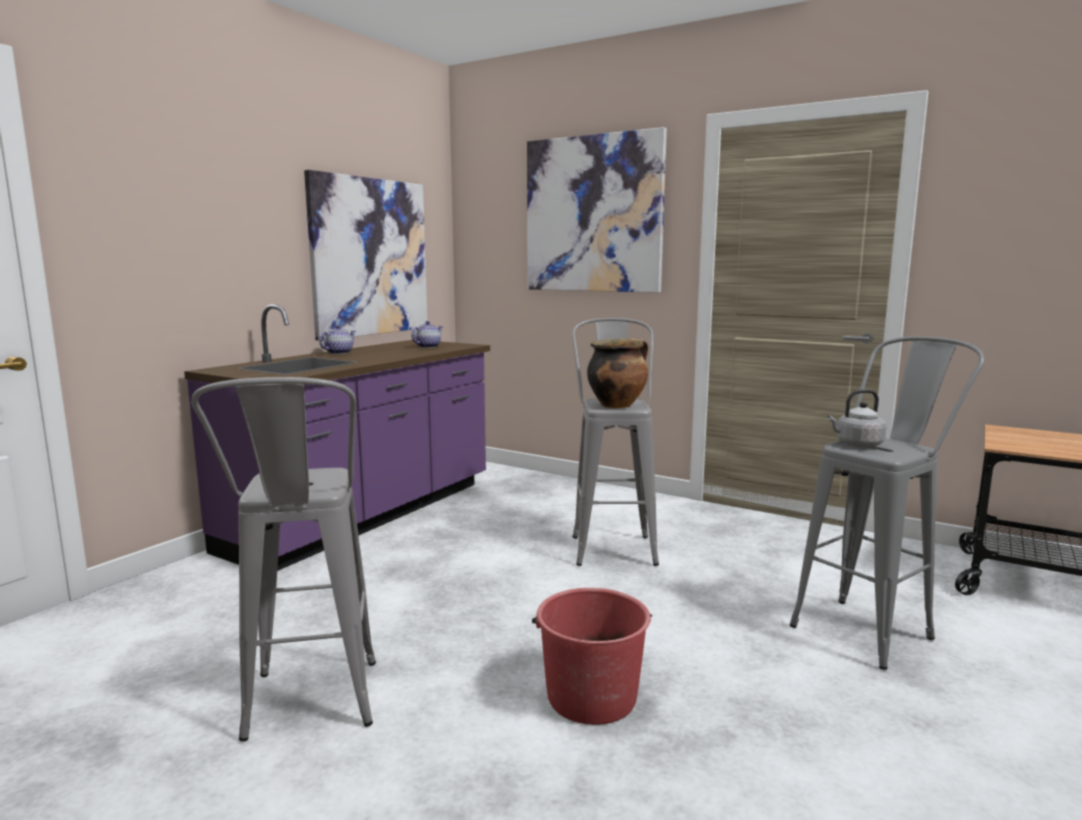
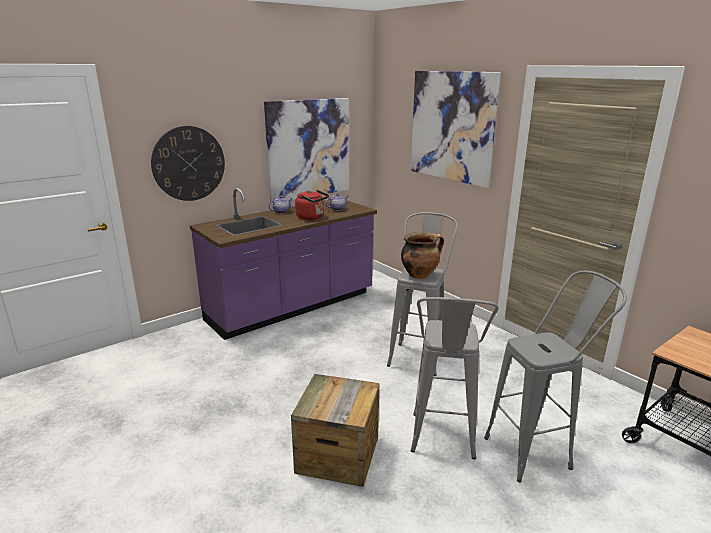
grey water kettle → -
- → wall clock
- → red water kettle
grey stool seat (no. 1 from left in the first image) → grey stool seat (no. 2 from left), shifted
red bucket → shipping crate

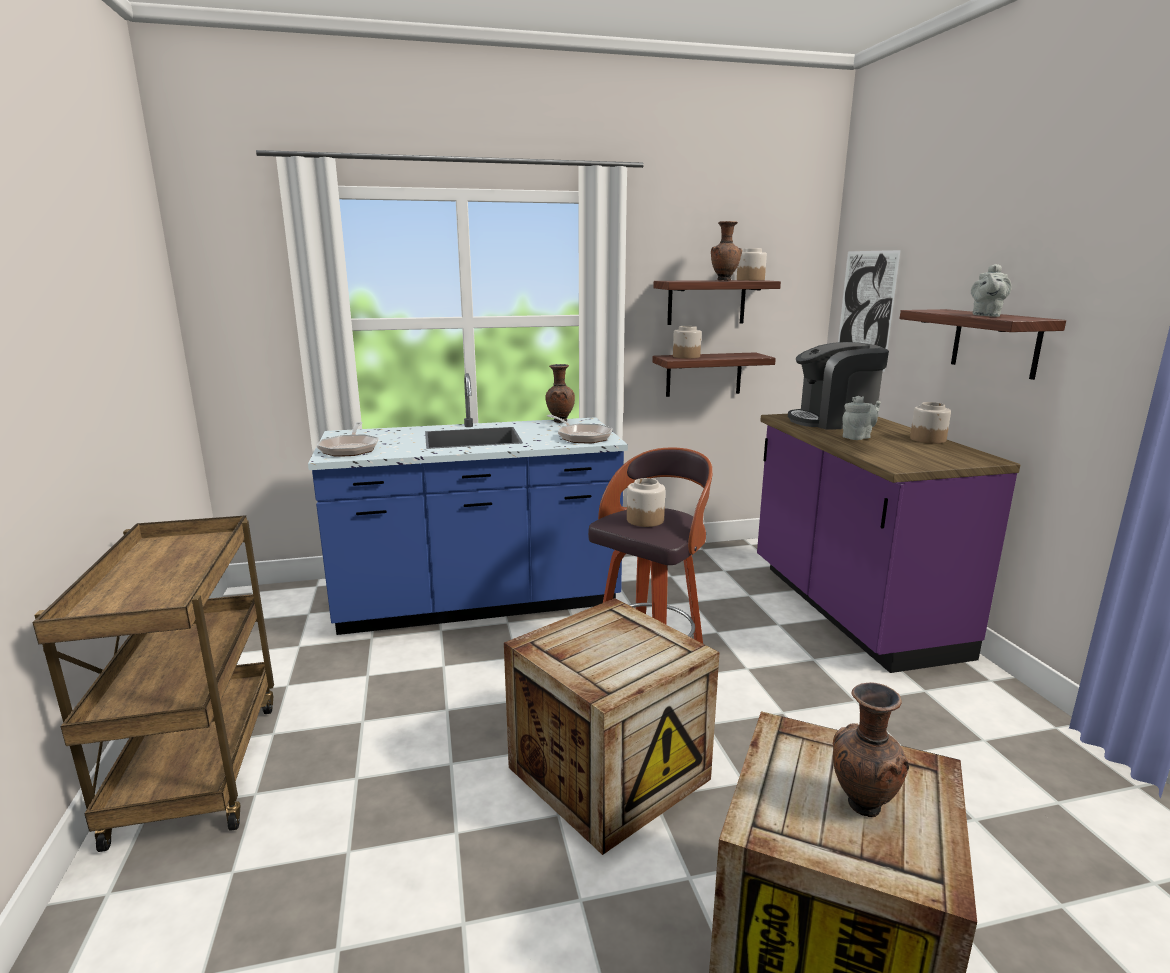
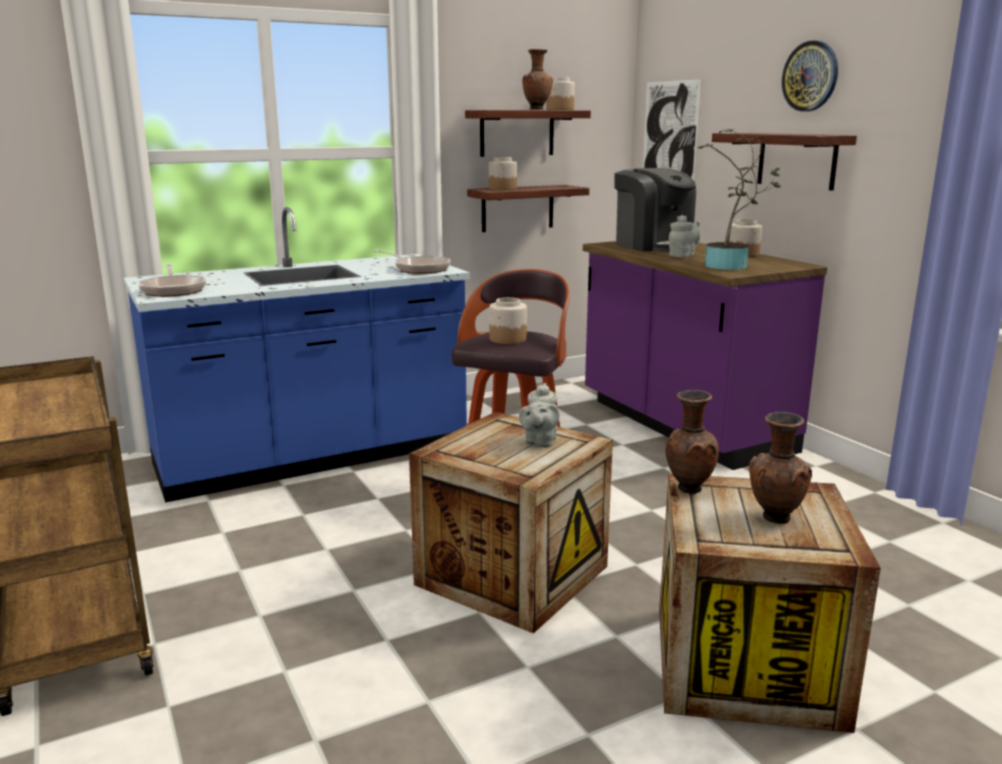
- → plant in a pot
- → wall clock
brown-coloured vase (no. 1 from left in the first image) → brown-coloured vase (no. 2 from left), shifted
grey teapot (no. 2 from left in the first image) → grey teapot (no. 1 from left), shifted
coffee machine, 105 degrees counterclockwise

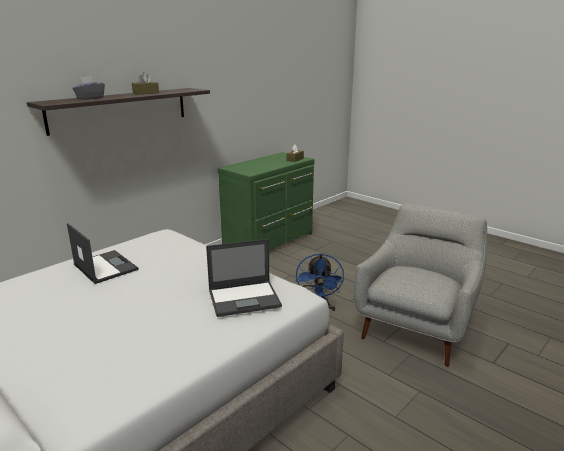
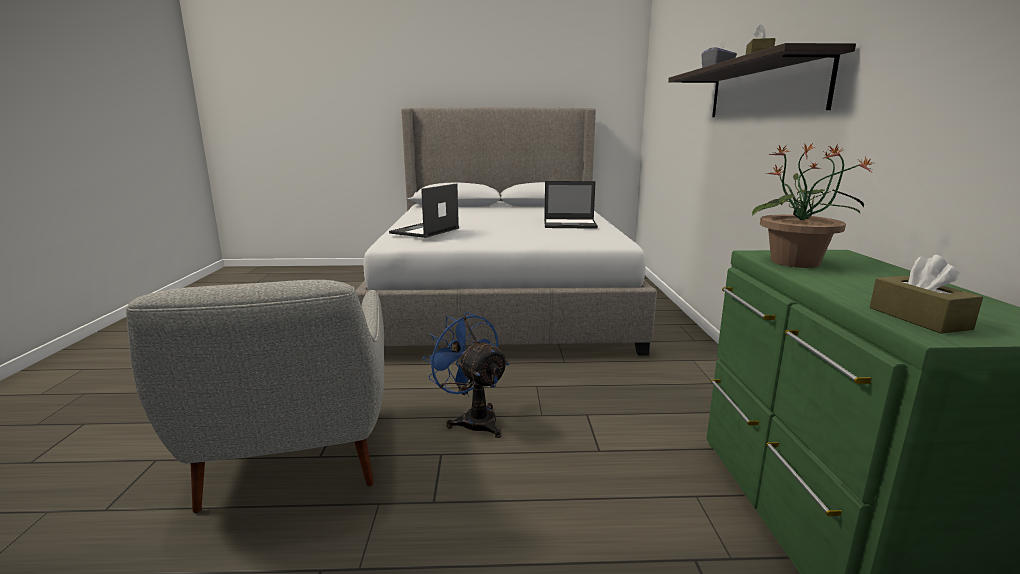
- → plant in a pot

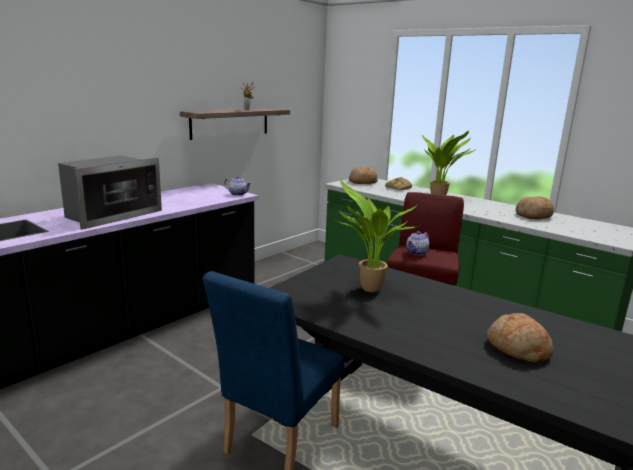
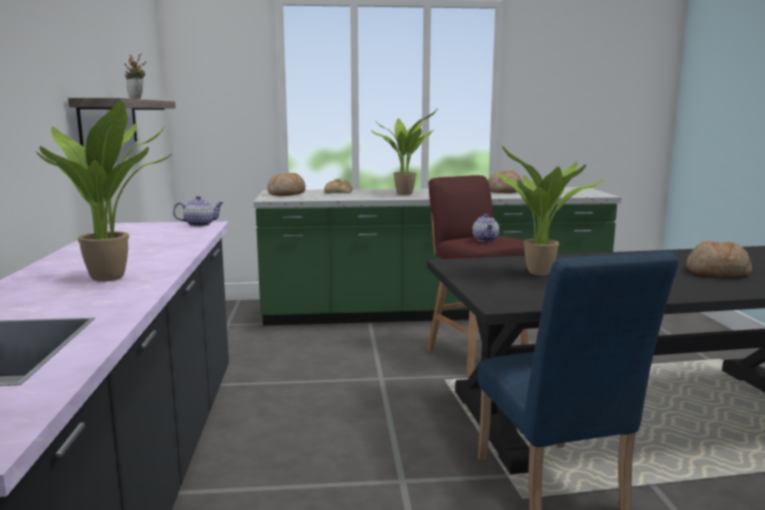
microwave → plant in a pot (no. 1 from left)

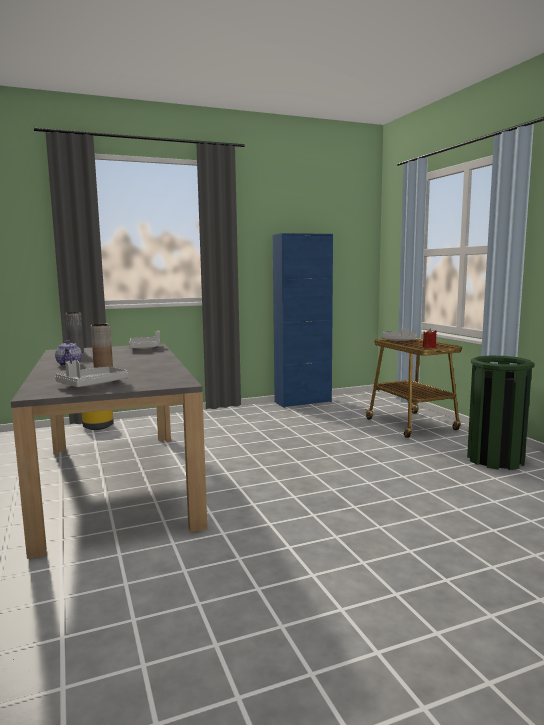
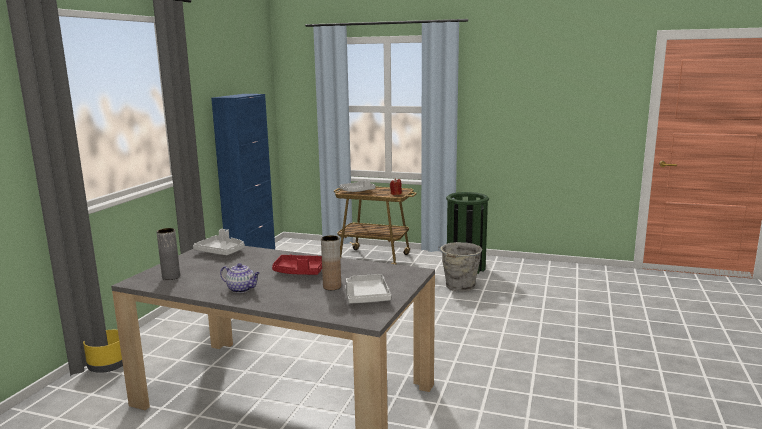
- → red tray
- → grey bucket

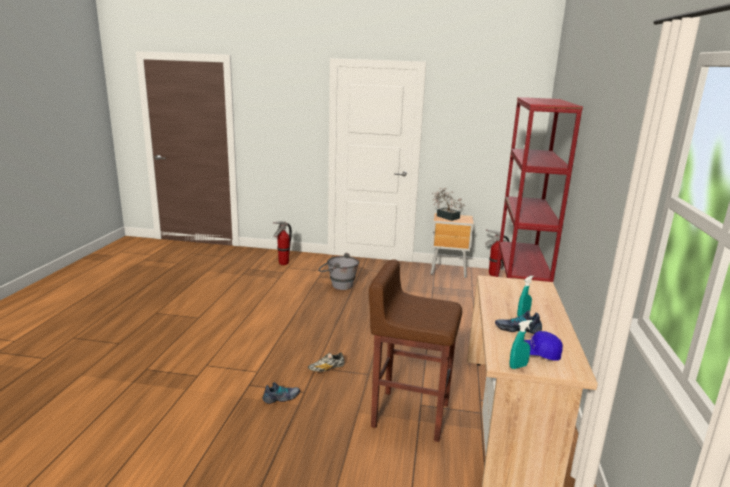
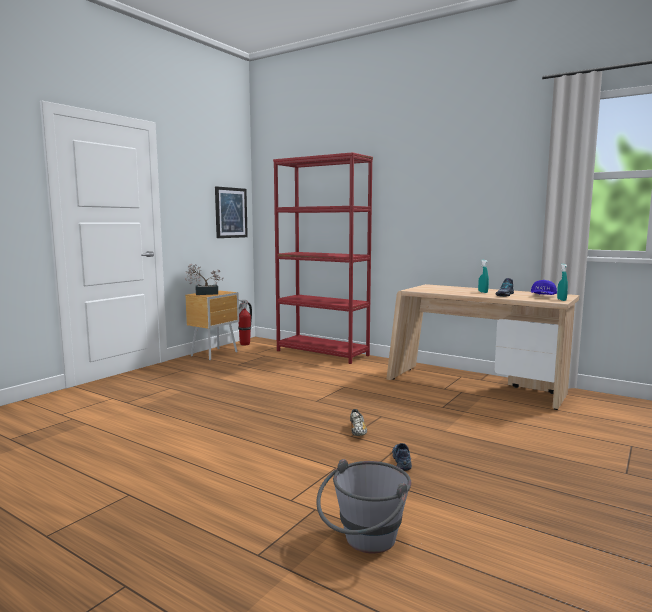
fire-fighting cylinder (no. 1 from left) → -
brown-coloured stool seat → -
- → wall art
grey bucket, shifted

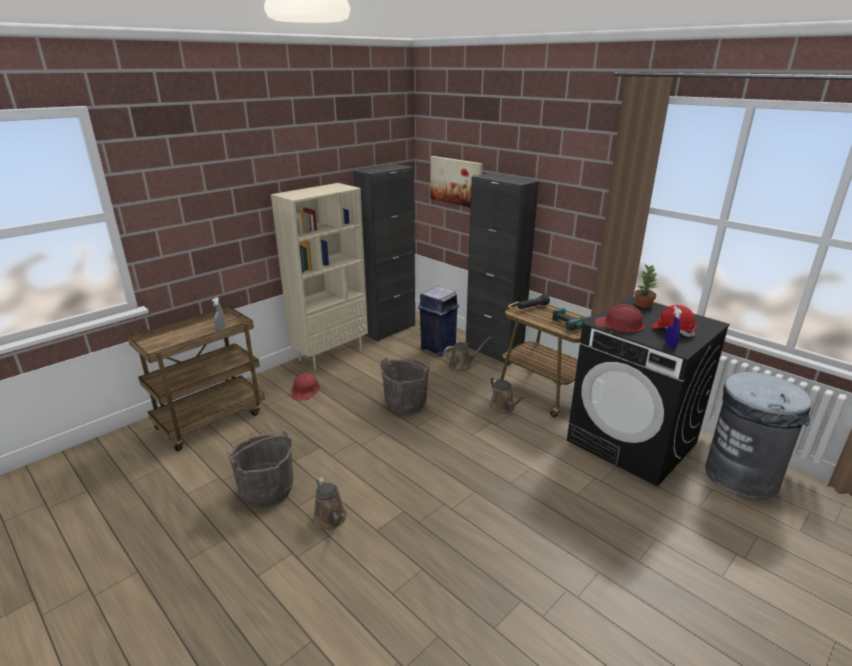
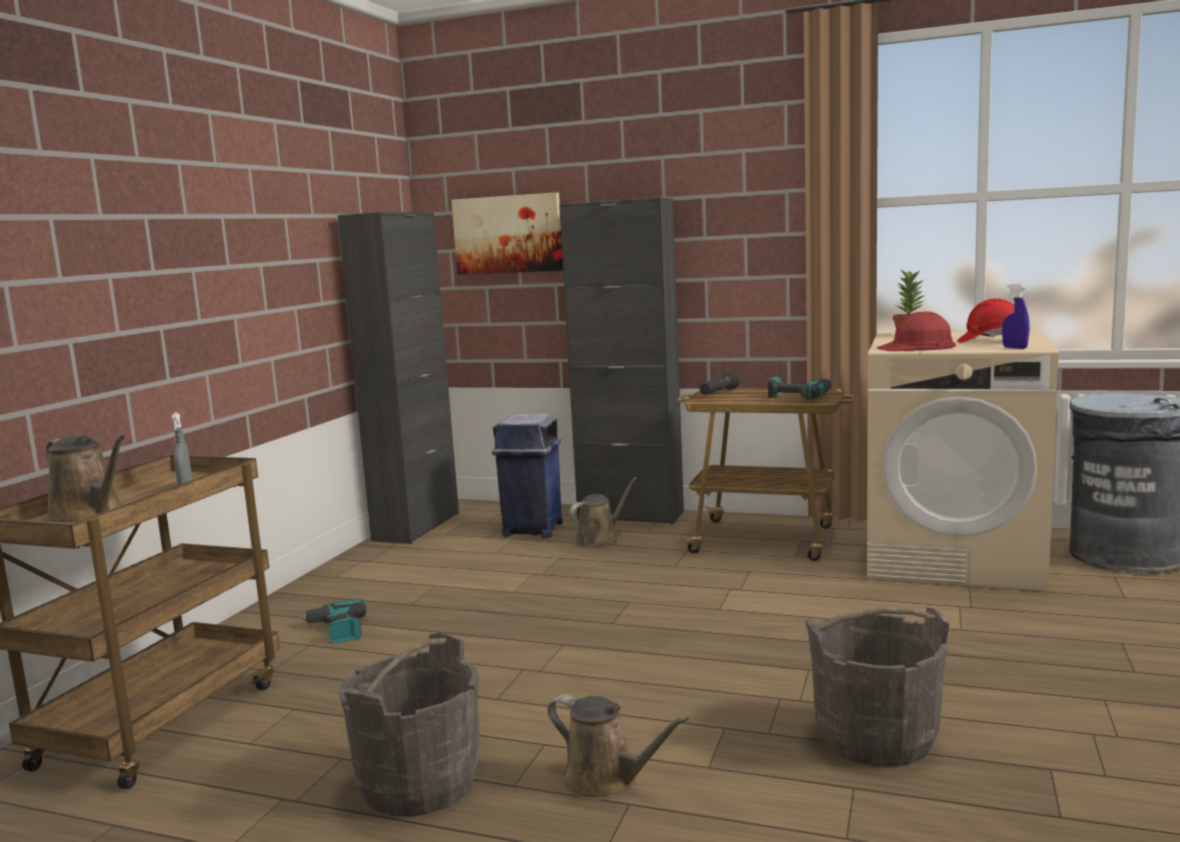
beige-coloured bookcase → -
grey bucket (no. 2 from left), shifted
brown-coloured watering can (no. 3 from left in the first image) → brown-coloured watering can (no. 1 from left), shifted
red work helmet (no. 1 from left) → power drill (no. 1 from left)
black-coloured washing machine → beige-coloured washing machine

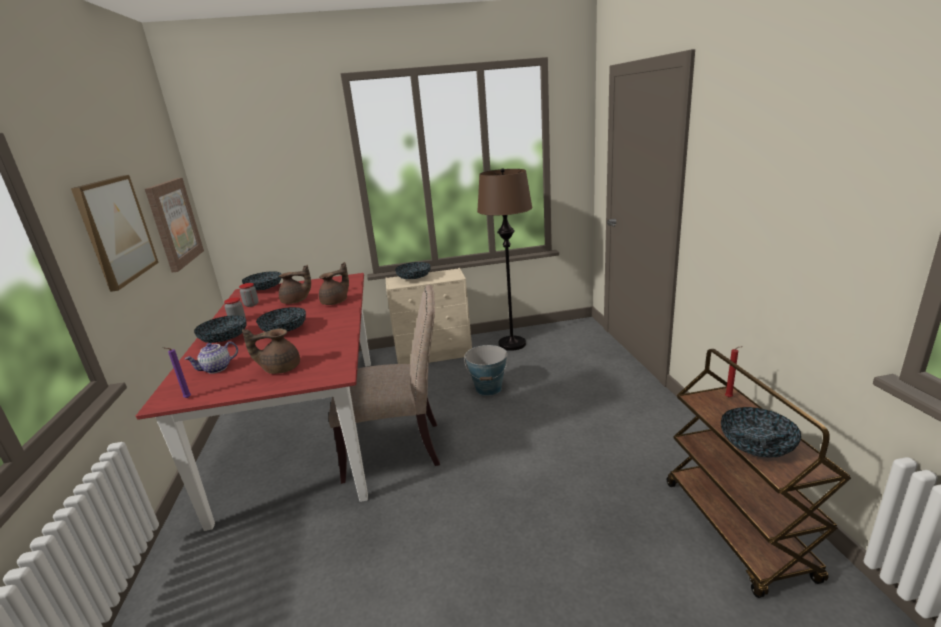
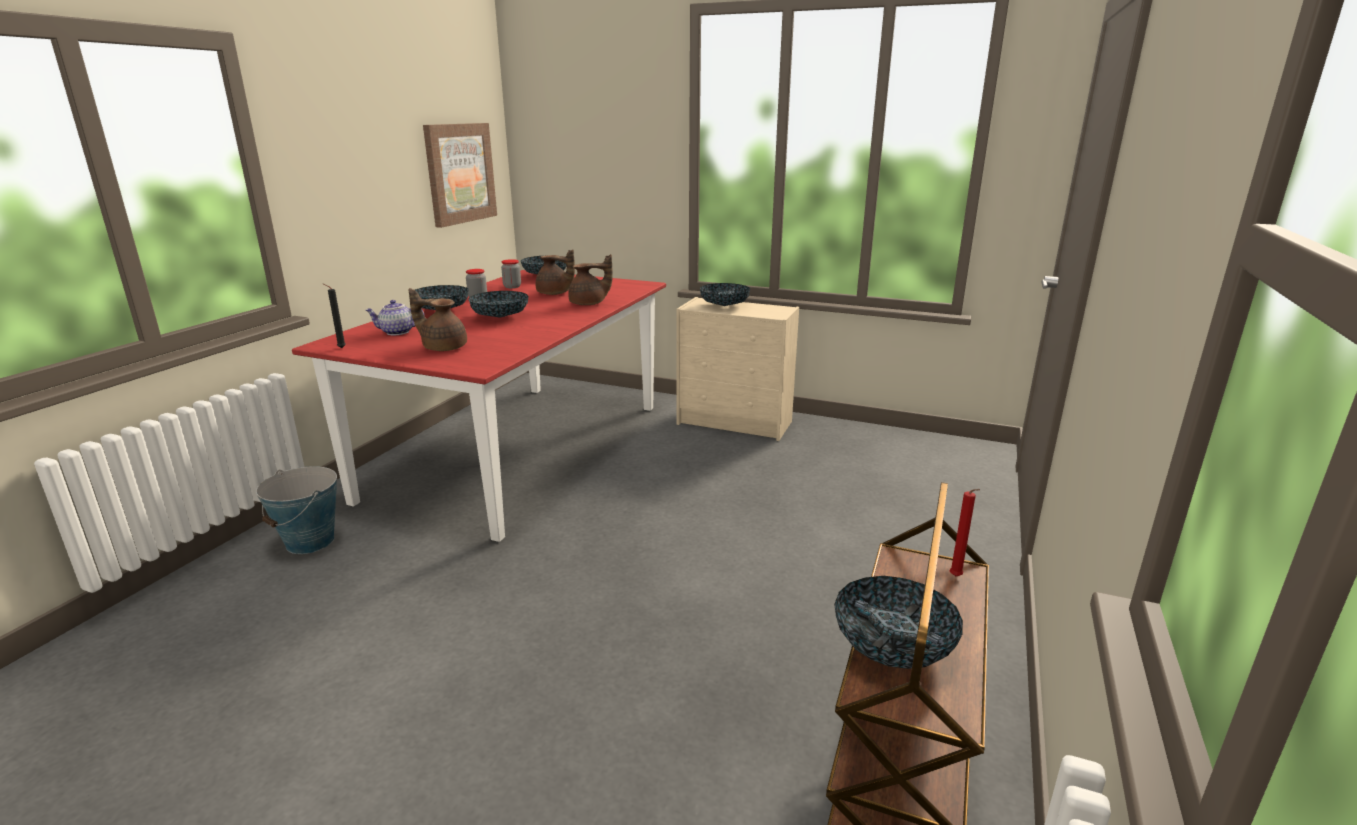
wall art (no. 1 from left) → -
beige-coloured plain chair → -
brown-coloured standard lamp → -
bucket, shifted
purple-coloured wax light → black-coloured wax light

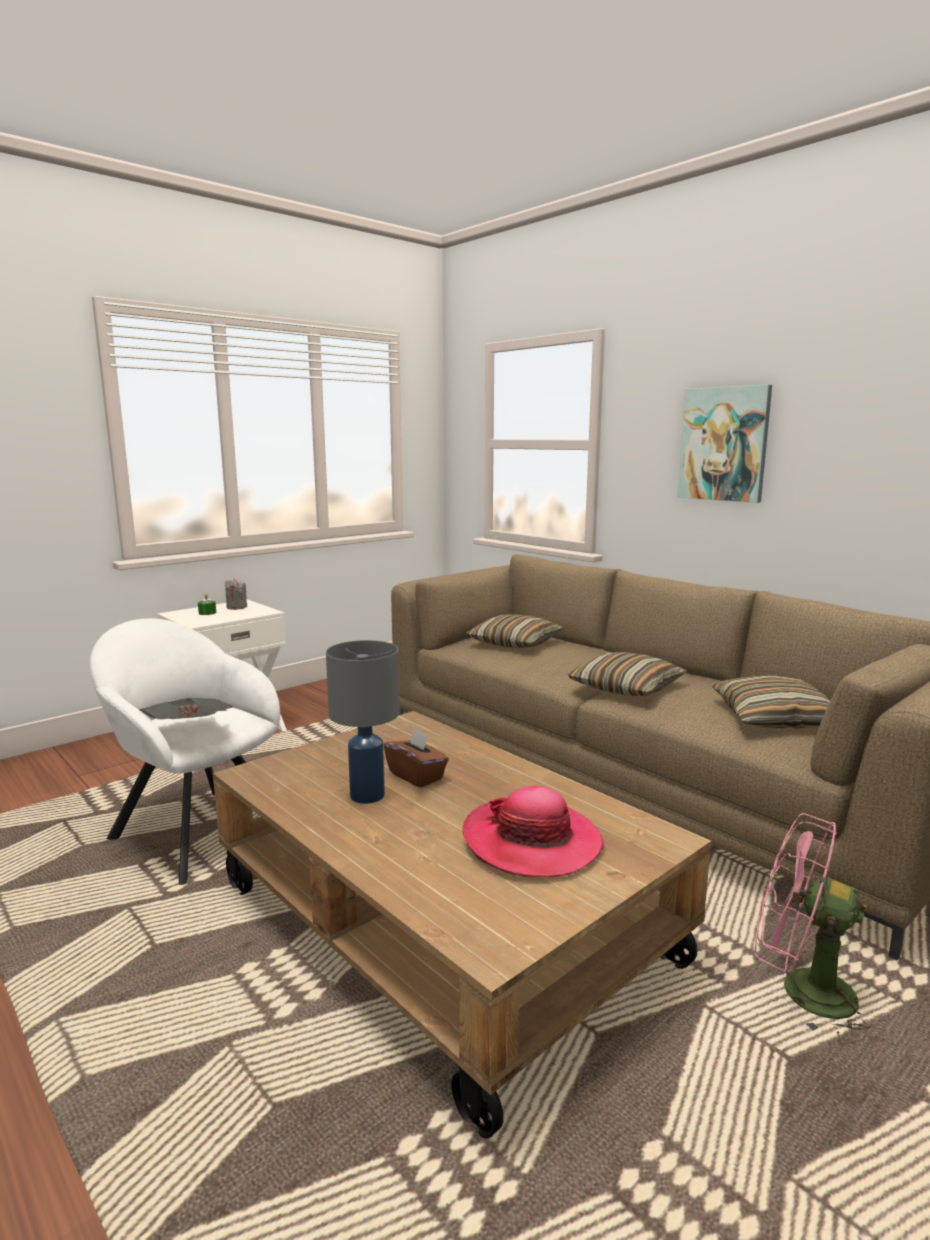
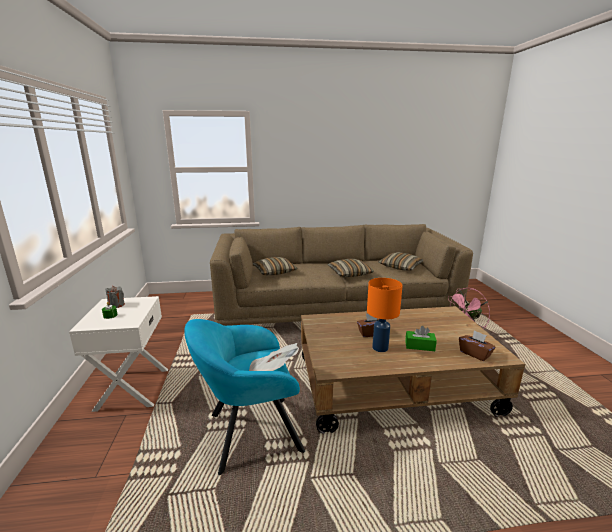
clothing hat → -
wall art → -
- → green-coloured tissue box
- → brown-coloured tissue box (no. 2 from left)
white-coloured easy chair → turquoise-coloured easy chair
grey table lamp → orangey table lamp

